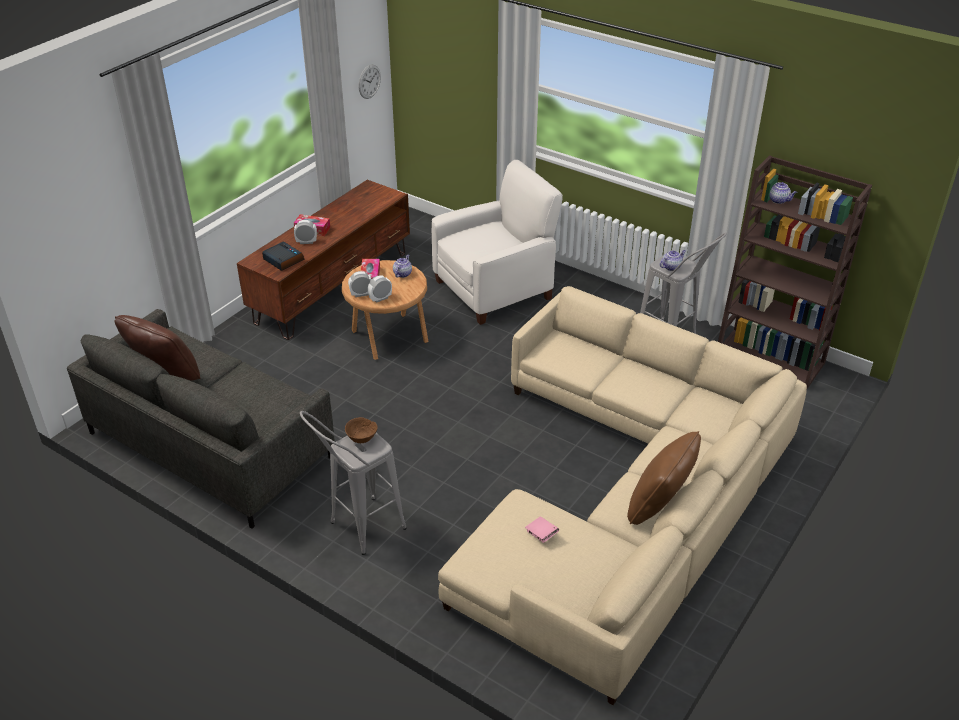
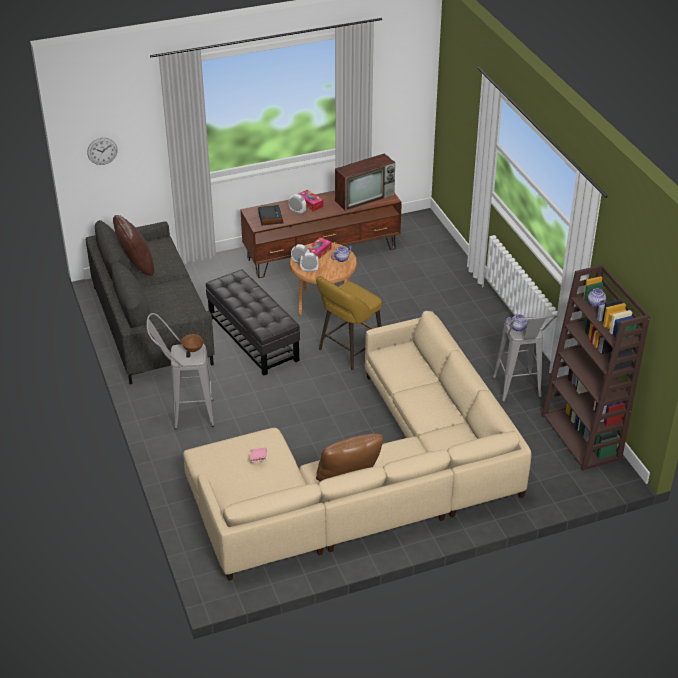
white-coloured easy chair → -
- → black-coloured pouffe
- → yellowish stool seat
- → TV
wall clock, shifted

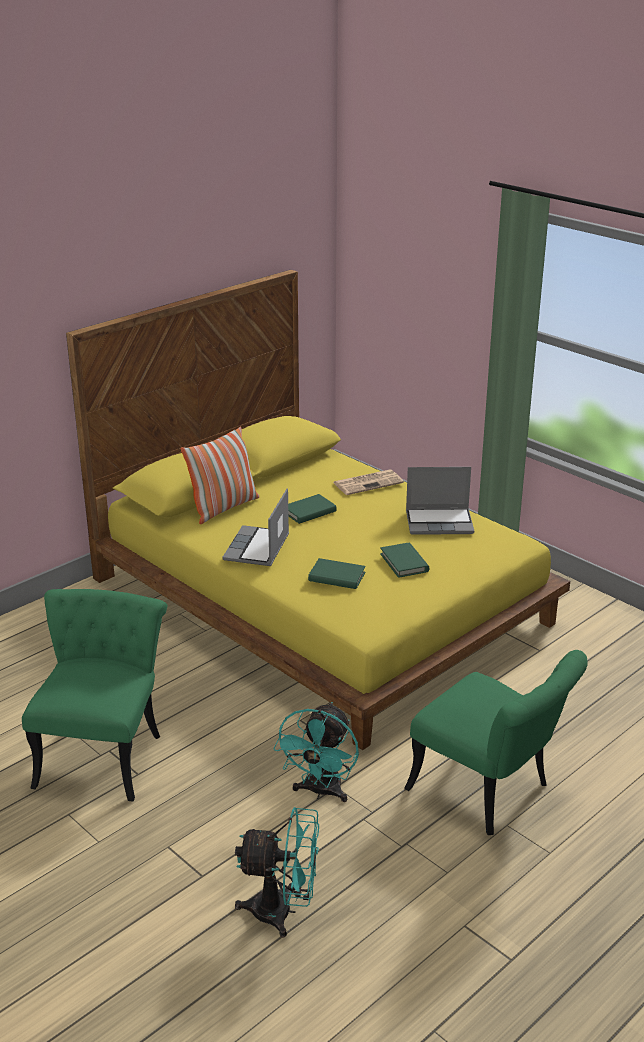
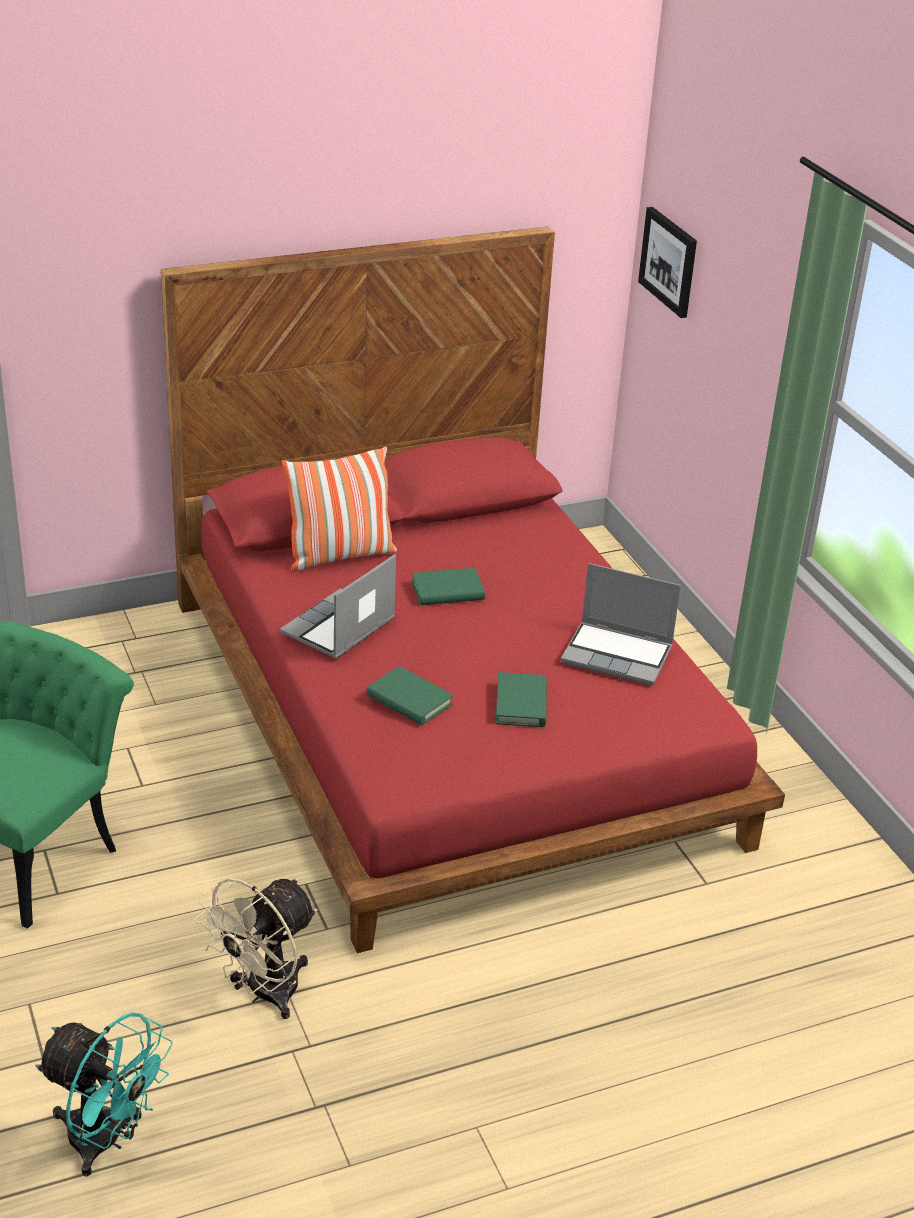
daily paper → -
green-coloured plain chair (no. 2 from left) → -
- → wall art
yellowish bed → red bed
turquoise-coloured electric fan (no. 2 from left) → beige-coloured electric fan

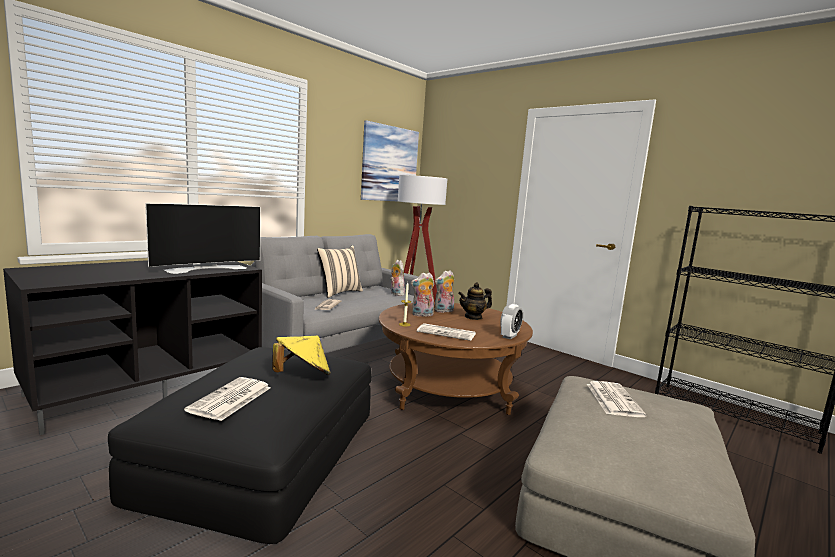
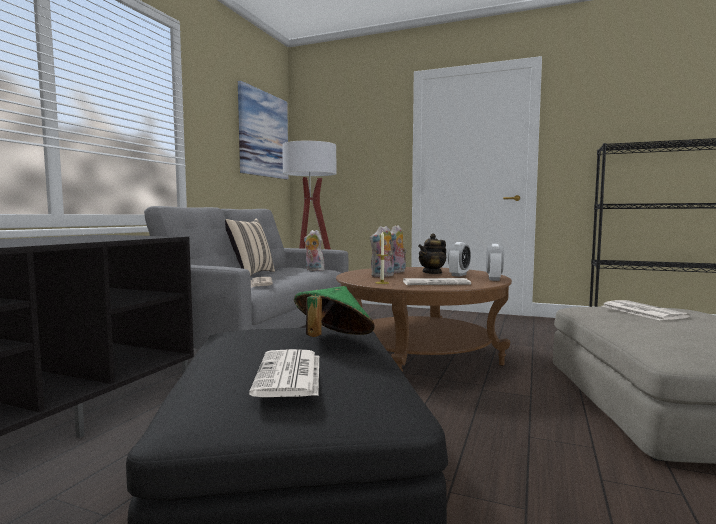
TV → -
- → bedside clock (no. 1 from left)
yellowish clothing hat → green-coloured clothing hat

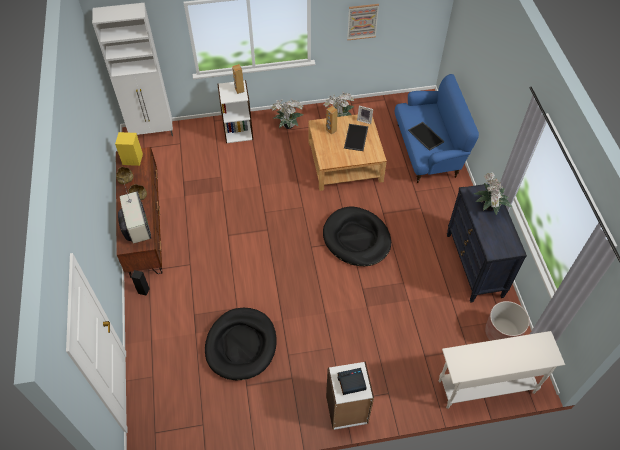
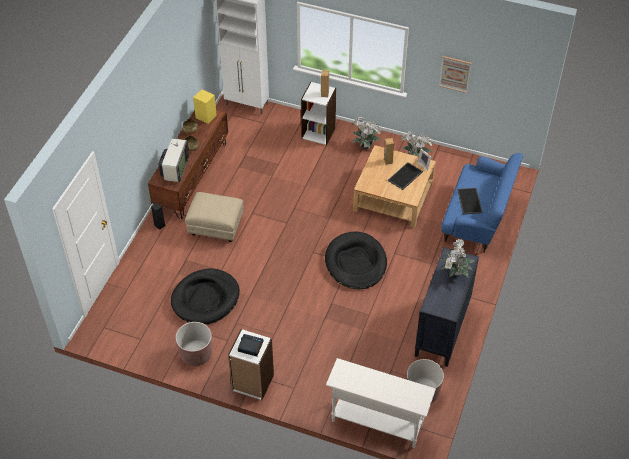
- → brown-coloured flower pot (no. 1 from left)
- → beige-coloured pouffe

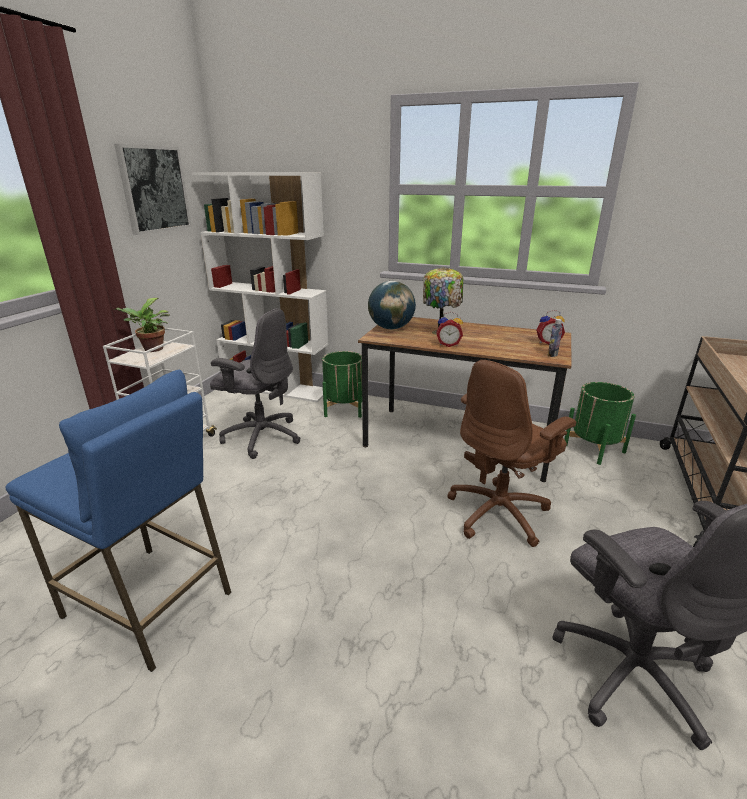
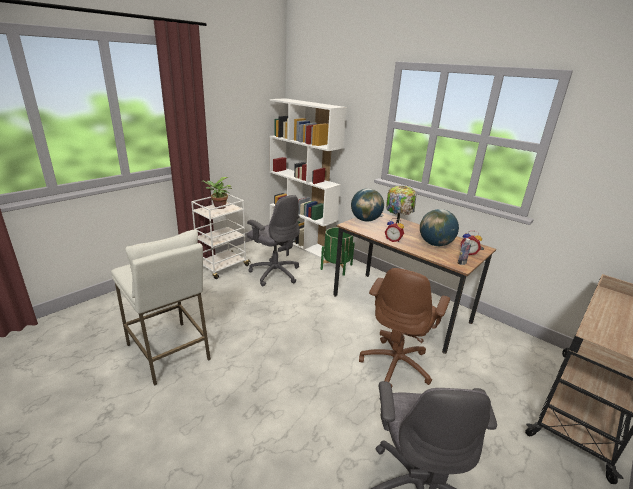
wall art → -
green-coloured flower pot (no. 2 from left) → -
- → world globe (no. 2 from left)
blue stool seat → white-coloured stool seat
brown-coloured office chair, 45 degrees counterclockwise

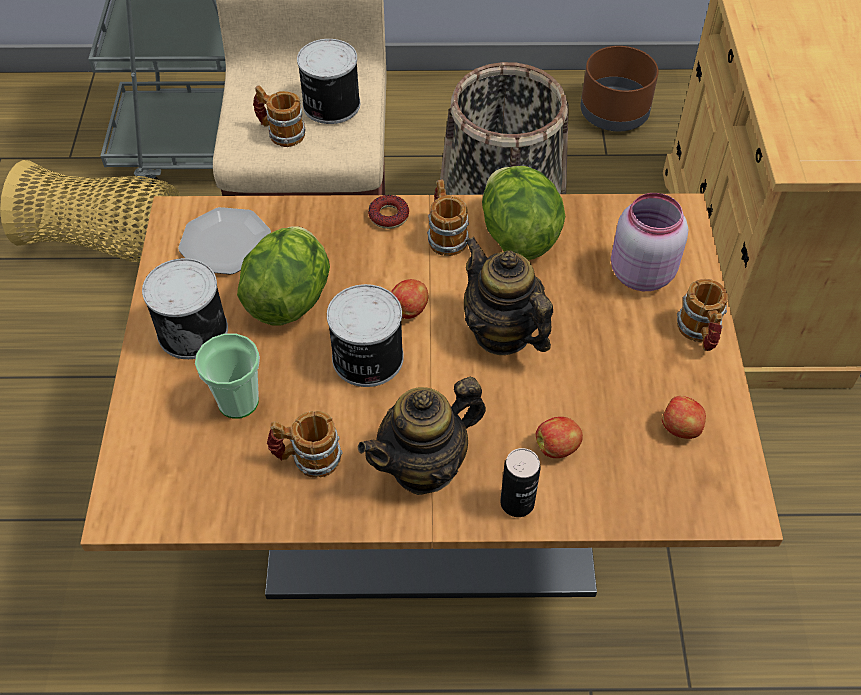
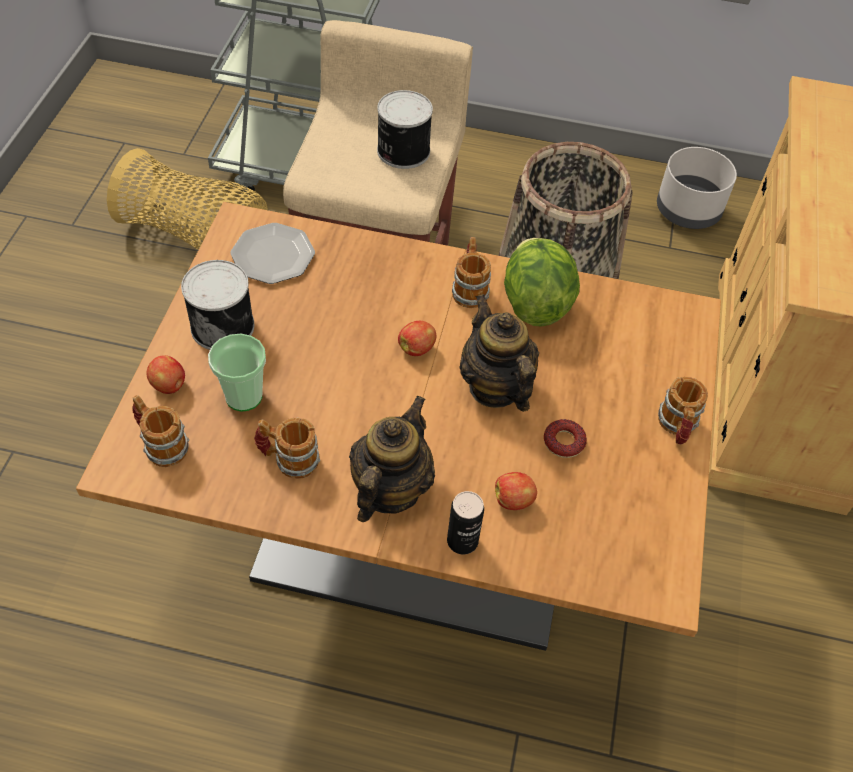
lettuce (no. 1 from left) → -
sealed can (no. 3 from left) → -
pinkish preserve jar → -
coffee mug (no. 1 from left), shifted
ring doughnut, shifted
whole apple (no. 3 from left in the first image) → whole apple (no. 1 from left), shifted
brown-coloured flower pot → grey flower pot
teapot (no. 1 from left), 135 degrees clockwise

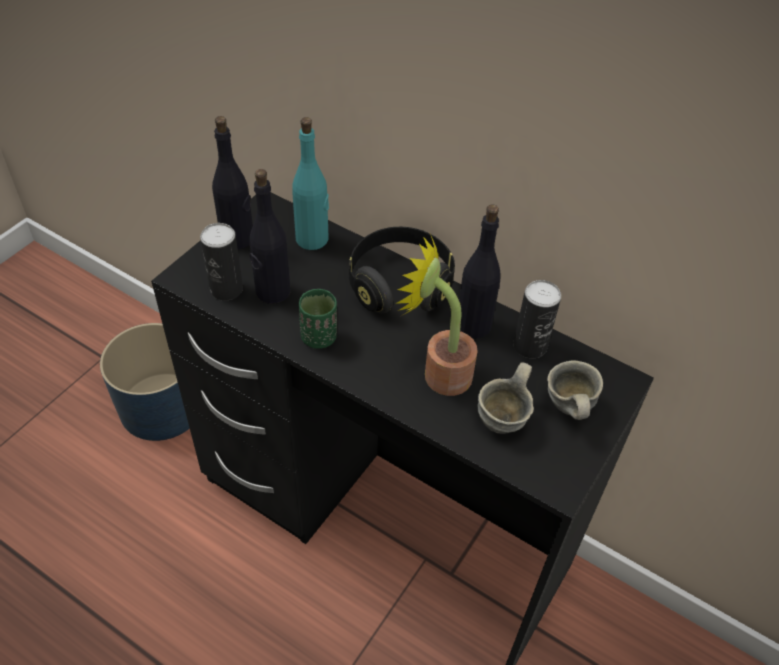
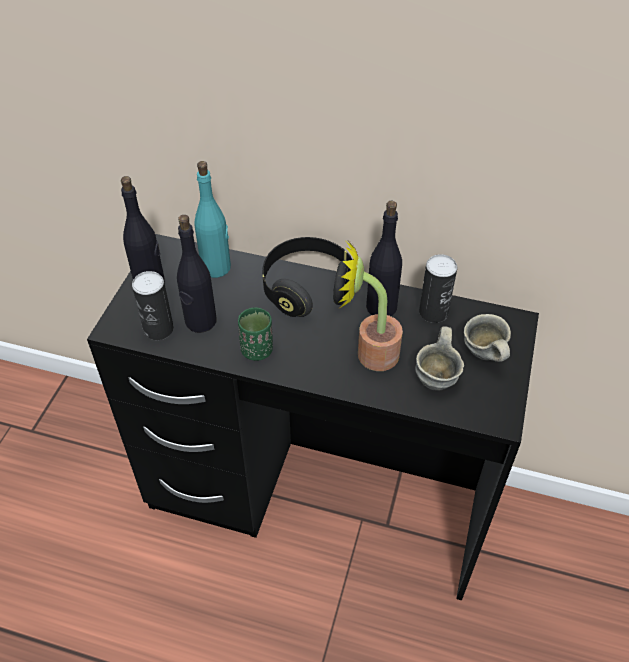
blue flower pot → -

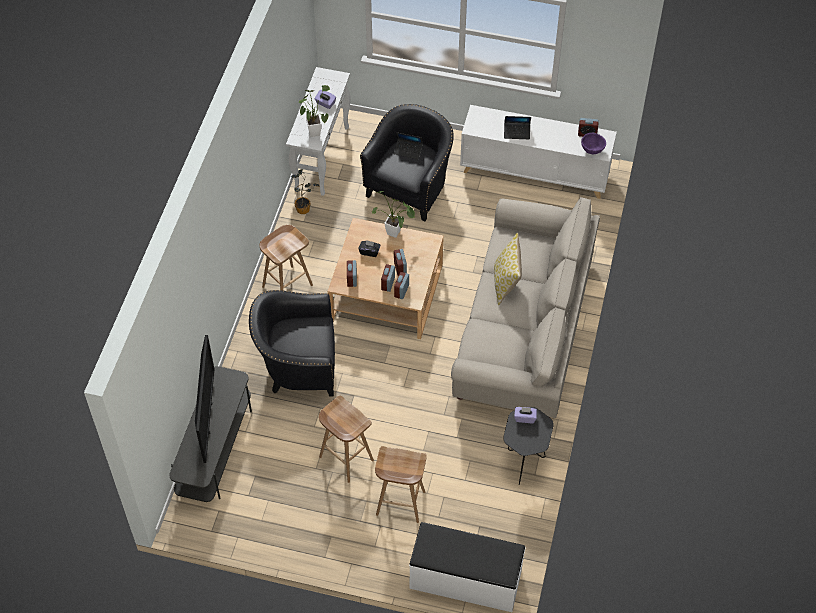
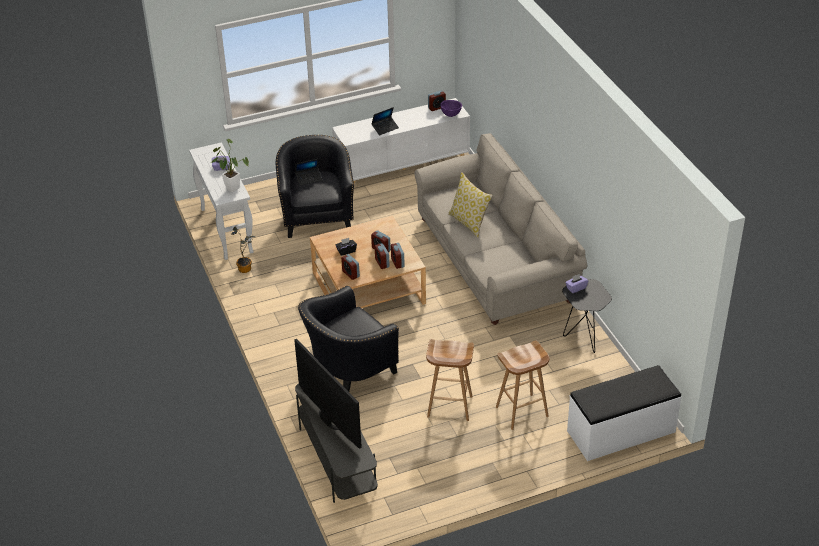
brown-coloured stool seat (no. 1 from left) → -
plant in a pot (no. 3 from left) → -

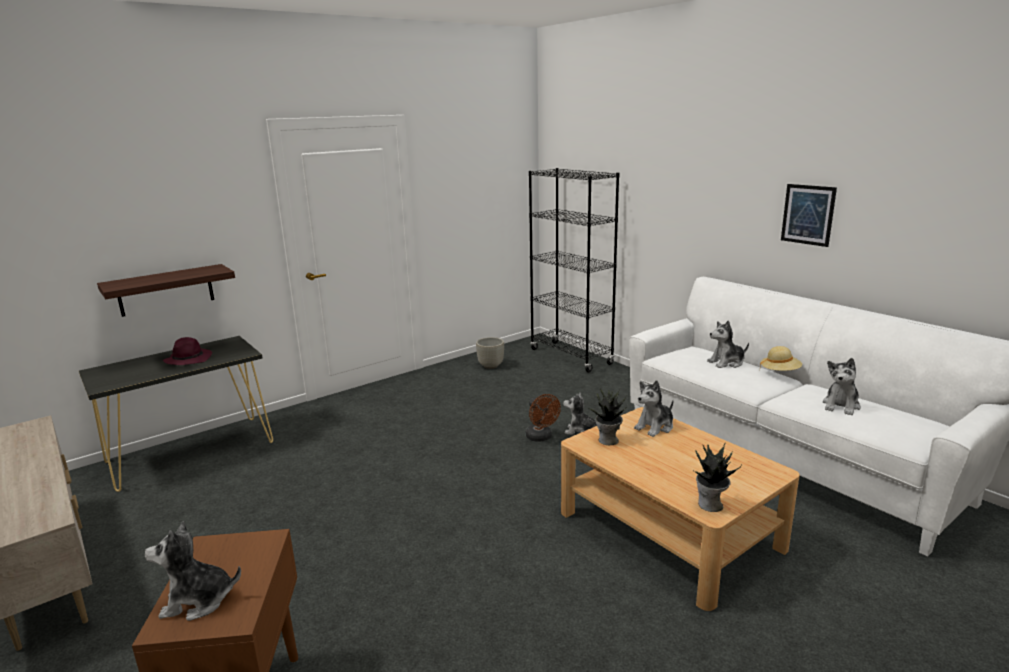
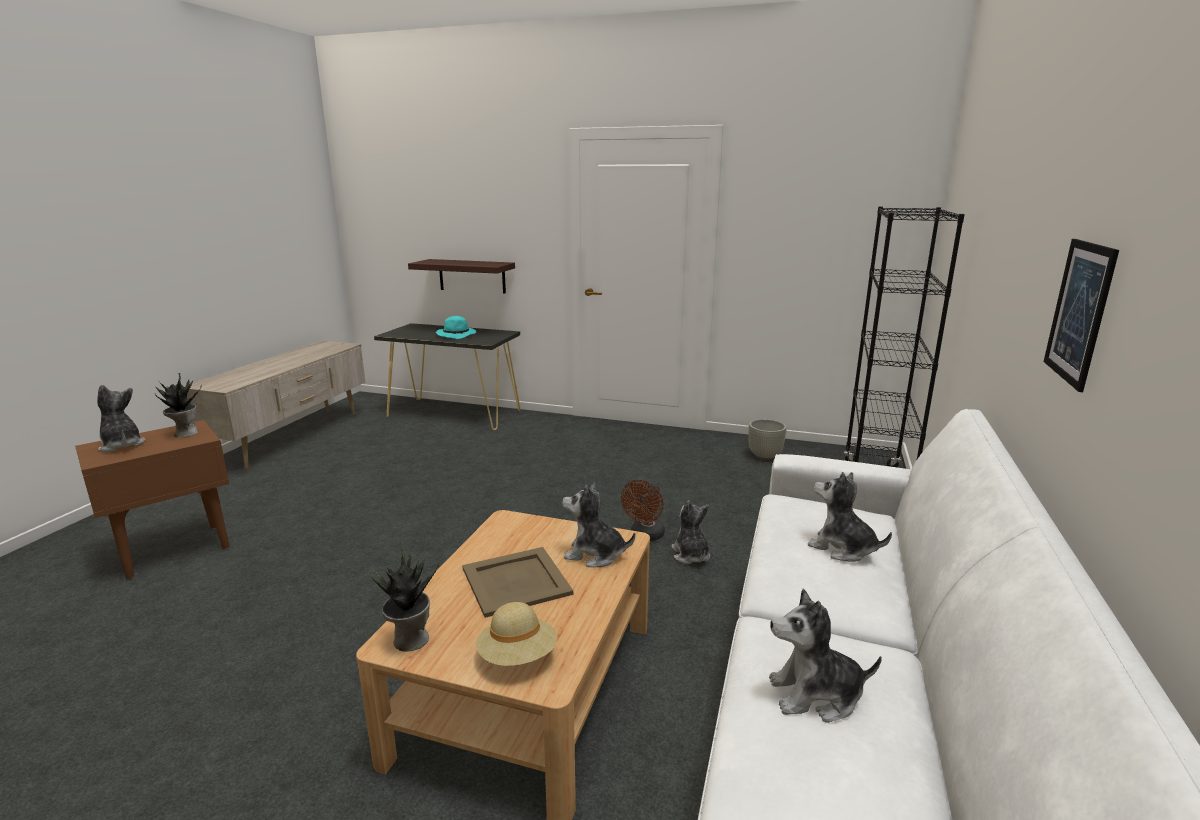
- → beige-coloured tray
plant in a pot (no. 1 from left), shifted
beige-coloured clothing hat, shifted
purple-coloured clothing hat → turquoise-coloured clothing hat

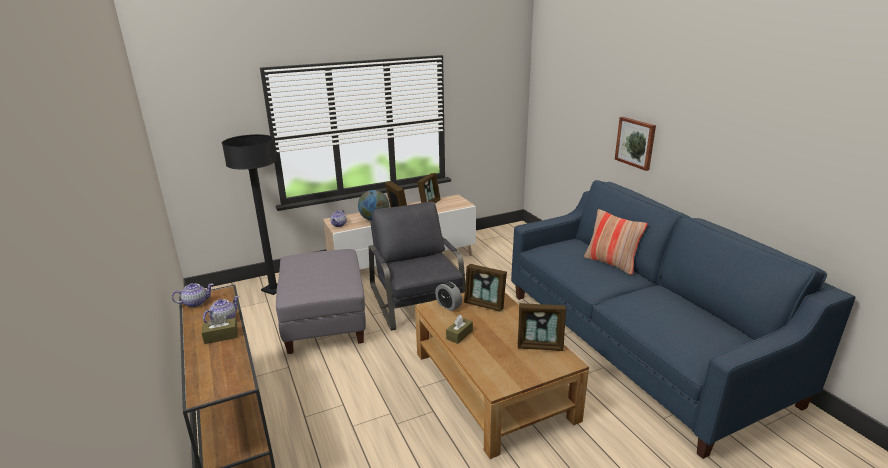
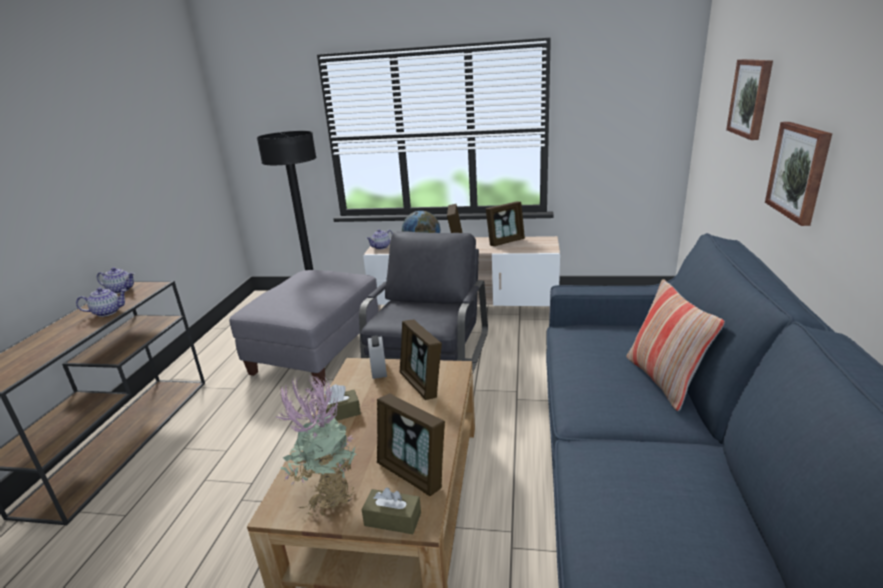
- → plant in a pot
- → wall art (no. 1 from left)
brown-coloured tissue box (no. 1 from left in the first image) → brown-coloured tissue box (no. 2 from left), shifted

